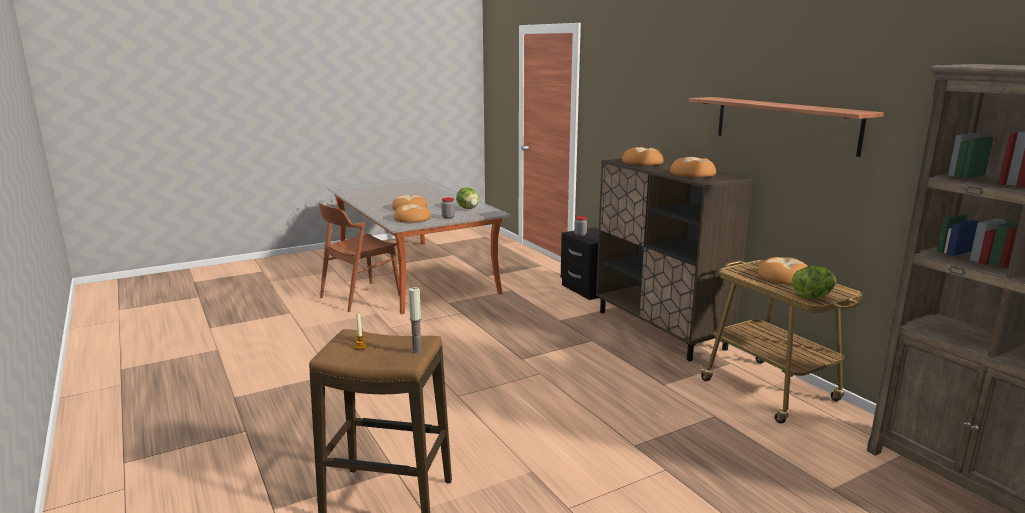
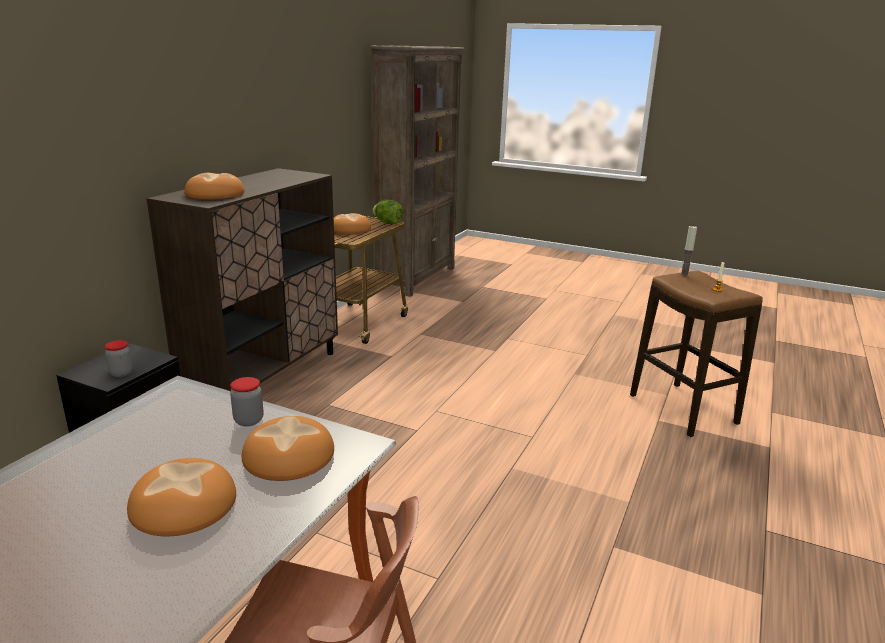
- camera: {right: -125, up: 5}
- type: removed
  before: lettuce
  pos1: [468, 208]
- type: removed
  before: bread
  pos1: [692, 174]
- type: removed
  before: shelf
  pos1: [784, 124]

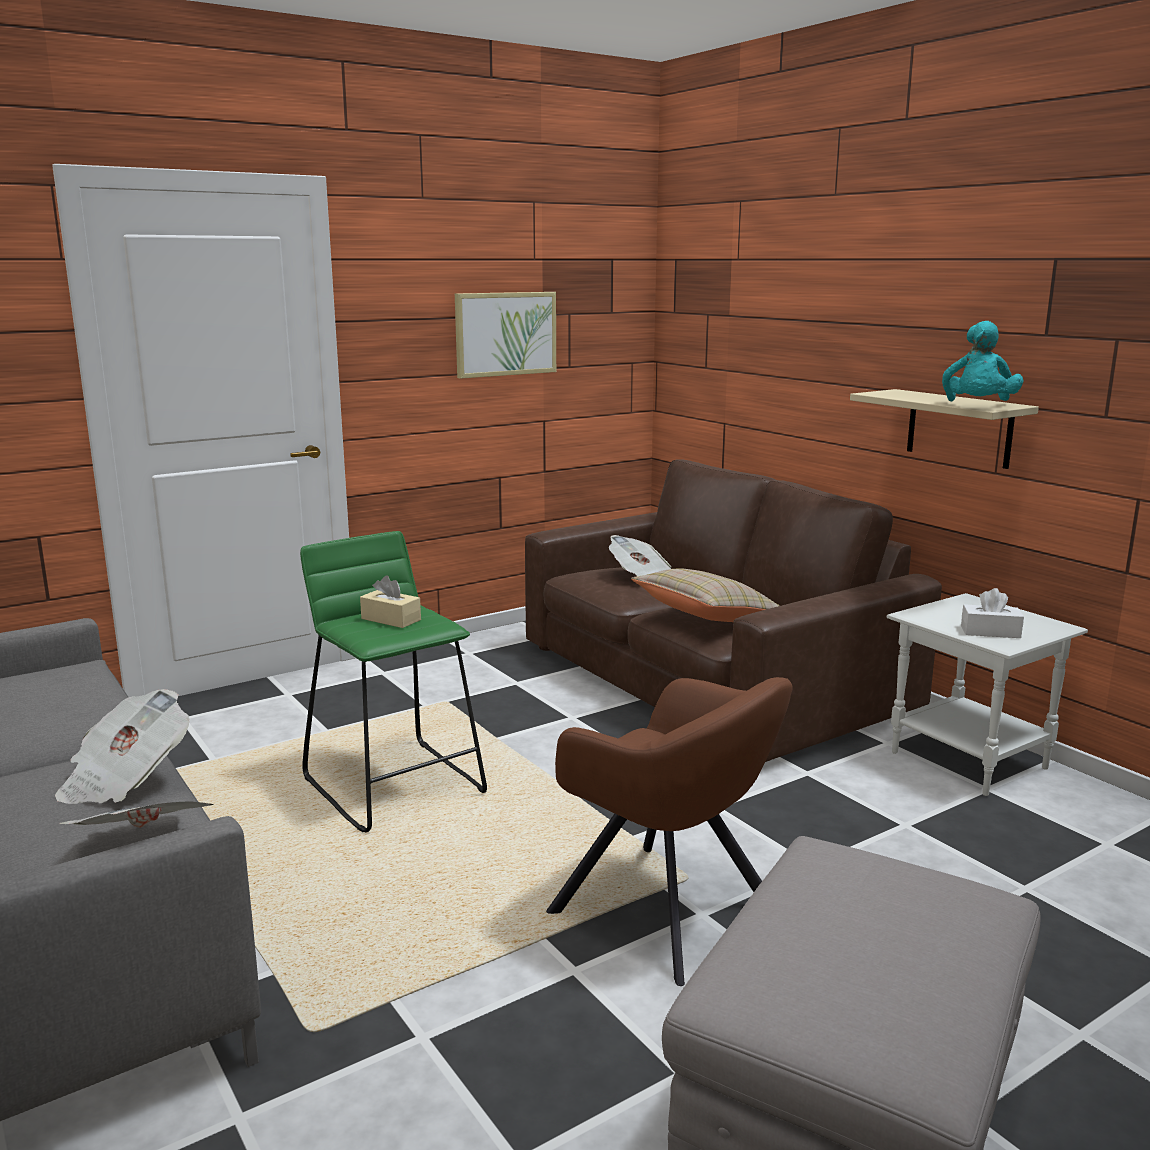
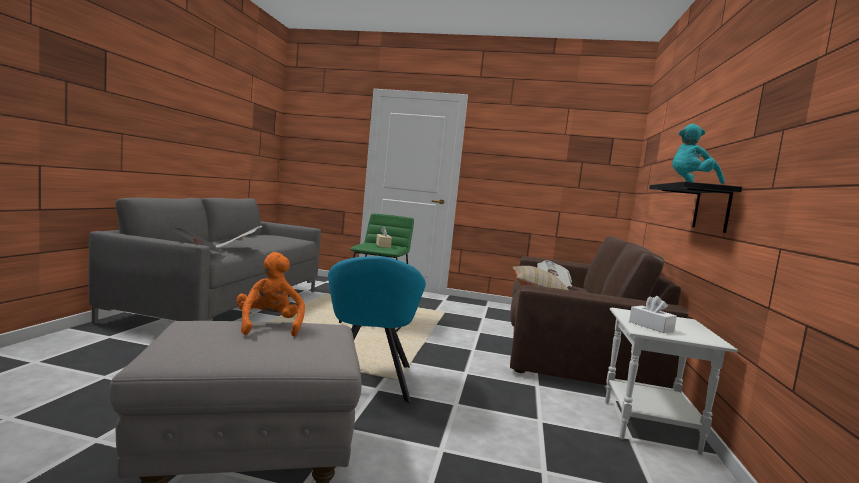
- camera: {right: 45, up: -10}
- type: removed
  before: picture
  pos1: [505, 334]
- type: added
  after: orange plush toy
  pos2: [269, 326]
- type: recoloured
  before: brown armchair
  after: turquoise armchair
  pos1: [669, 912]
  pos2: [368, 382]
- type: recoloured
  before: beige shelf
  after: black shelf
  pos1: [959, 428]
  pos2: [712, 209]

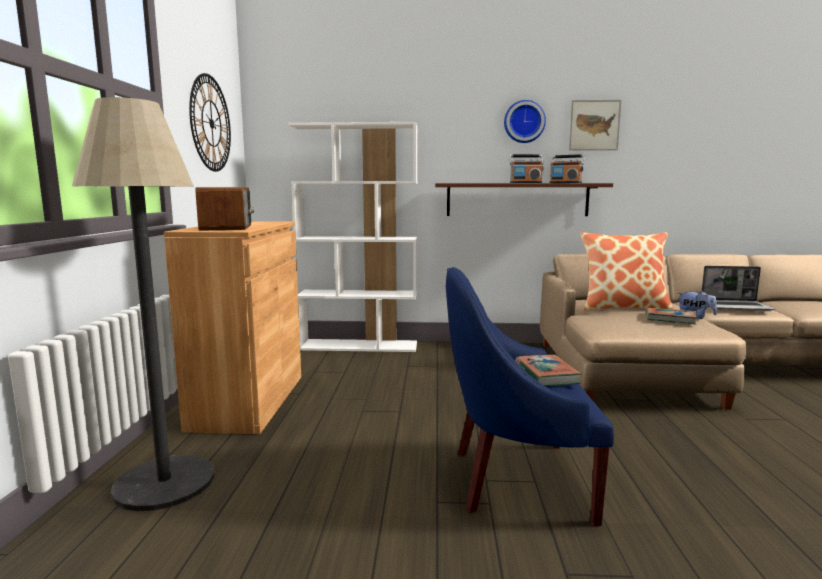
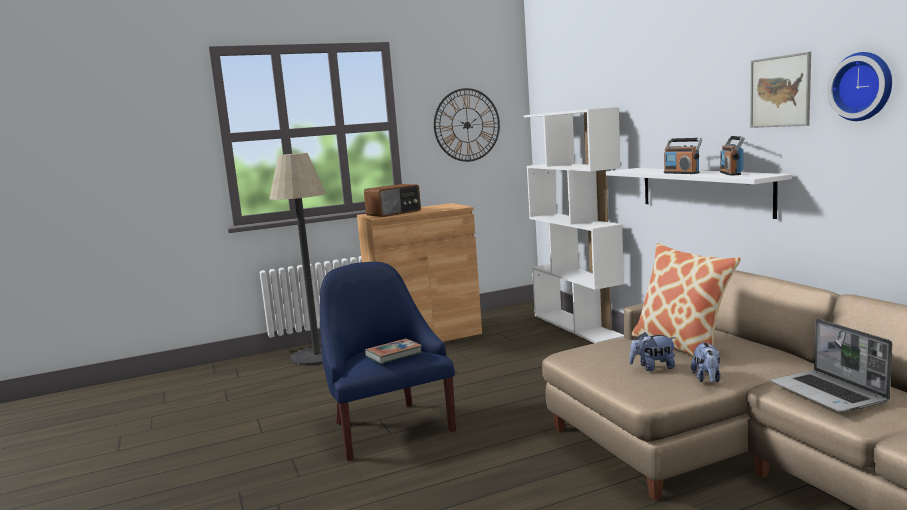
- camera: {right: 65, up: 0}
- type: moved
  before: wall clock
  pos1: [524, 122]
  pos2: [863, 86]
- type: replaced
  before: book
  after: plush toy
  pos1: [670, 319]
  pos2: [653, 367]
- type: recoloured
  before: brown shelf
  after: white shelf
  pos1: [517, 199]
  pos2: [703, 190]

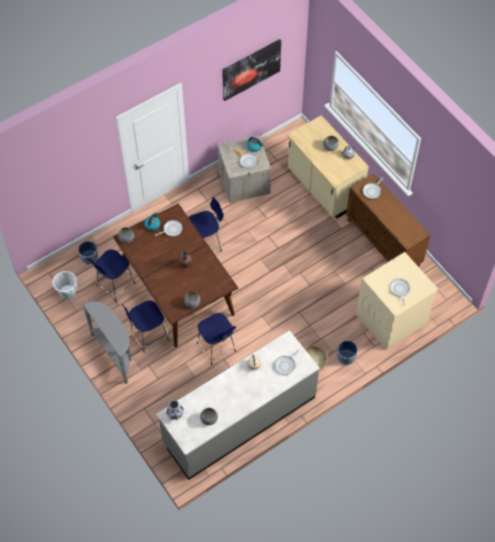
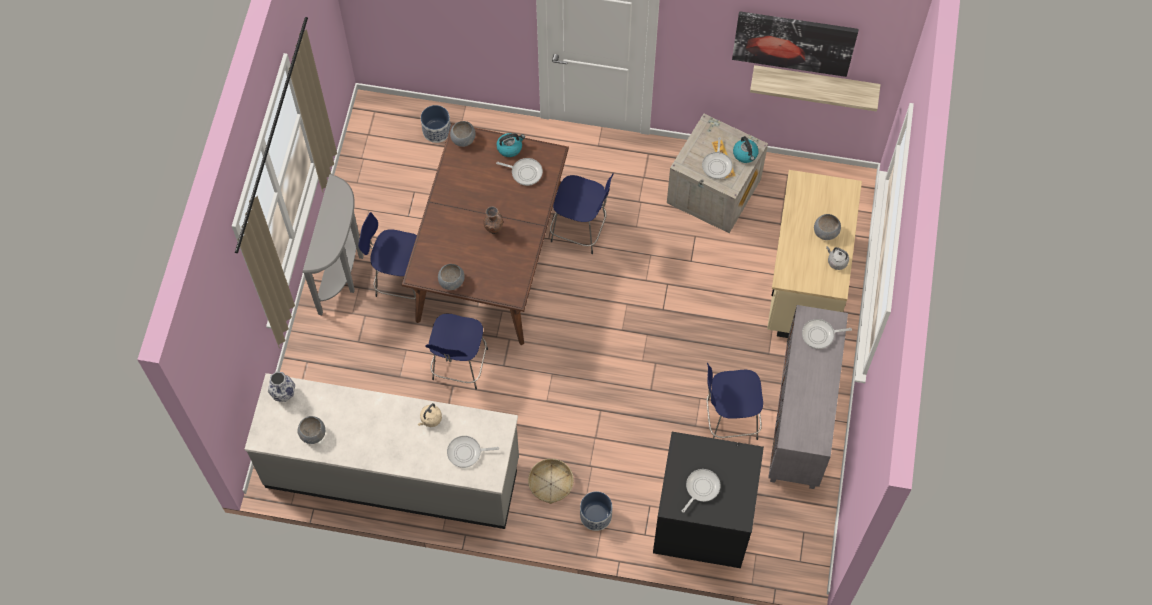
- camera: {right: 45, up: 5}
- type: removed
  before: white bucket
  pos1: [67, 292]
- type: added
  after: shelf
  pos2: [815, 82]
- type: moved
  before: blue stool
  pos1: [114, 285]
  pos2: [729, 419]
- type: recoloured
  before: brown cabinet
  after: grey cabinet
  pos1: [384, 243]
  pos2: [801, 419]
- type: recoloured
  before: beige washing machine
  after: black washing machine
  pos1: [391, 319]
  pos2: [701, 521]

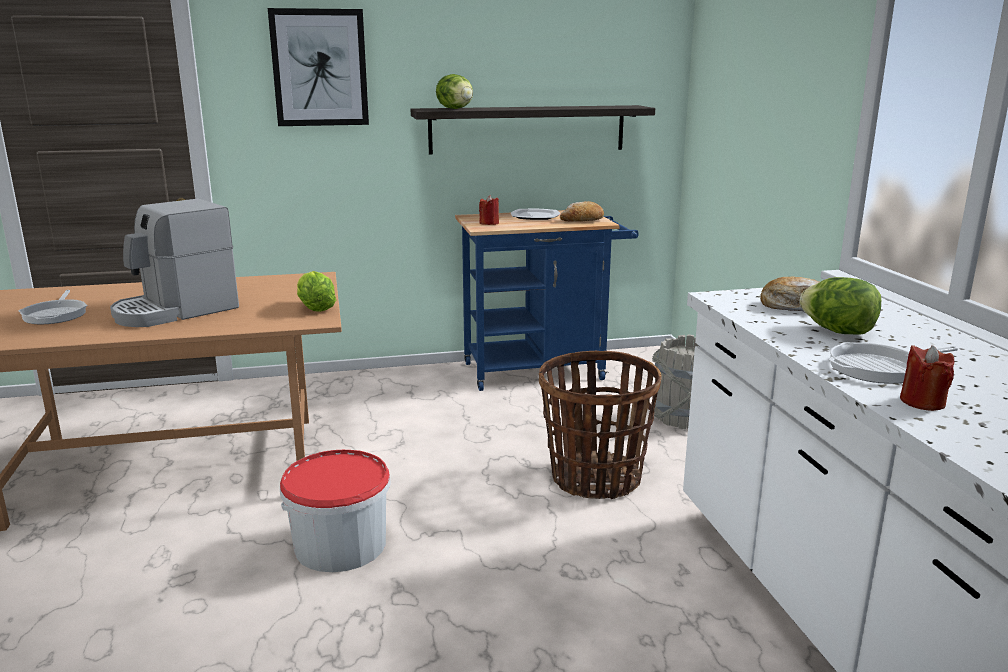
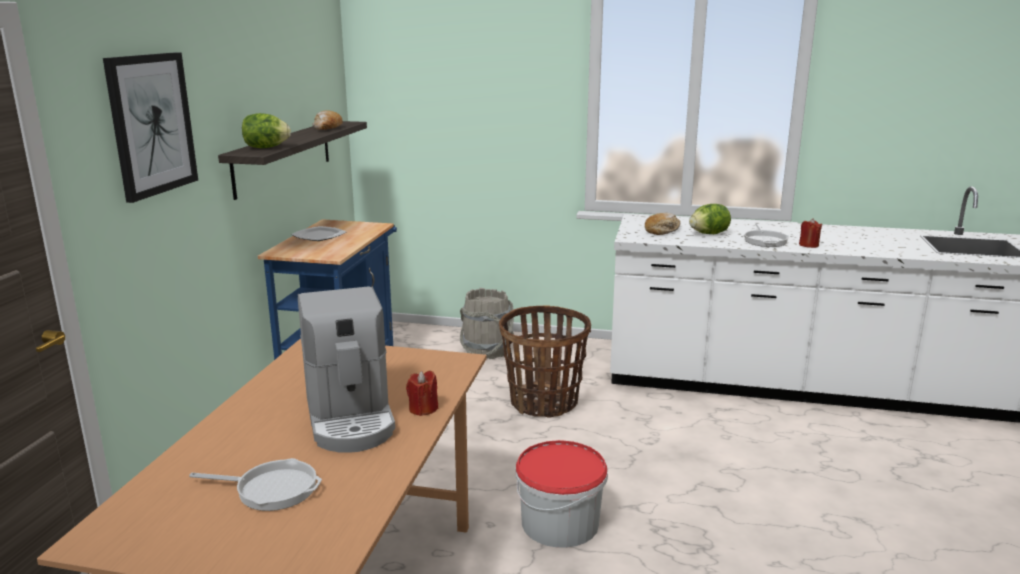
- camera: {right: -65, up: 0}
- type: removed
  before: lettuce
  pos1: [315, 308]
- type: moved
  before: red candle
  pos1: [489, 223]
  pos2: [423, 409]
- type: moved
  before: bread
  pos1: [582, 220]
  pos2: [327, 128]

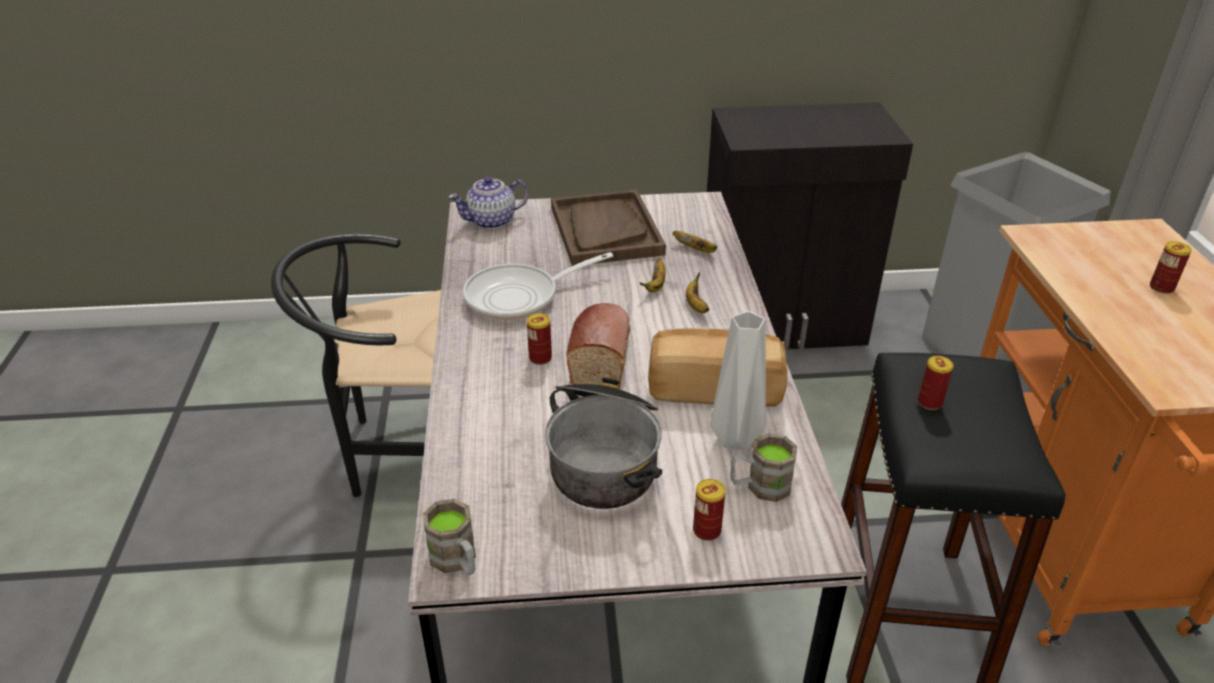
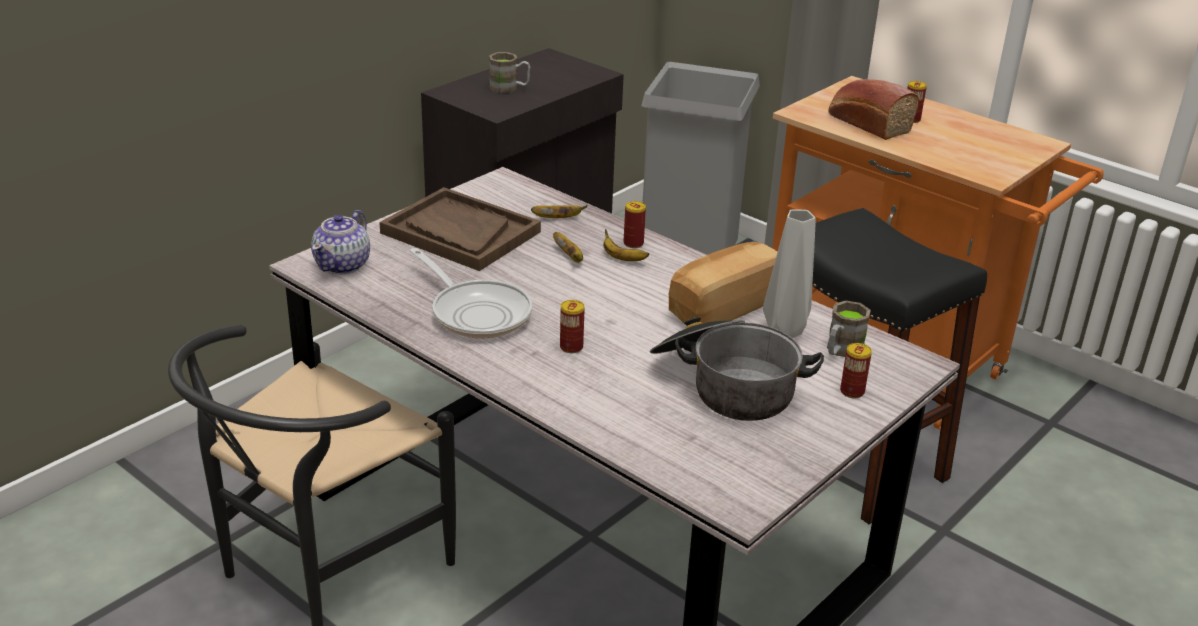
- camera: {right: -45, up: -5}
- type: moved
  before: brown mug
  pos1: [457, 561]
  pos2: [509, 88]
- type: moved
  before: bread
  pos1: [601, 358]
  pos2: [867, 123]
- type: moved
  before: can
  pos1: [930, 402]
  pos2: [633, 243]
- type: turned
  before: frying pan
  pos1: [519, 297]
  pos2: [477, 312]
  turn: -60

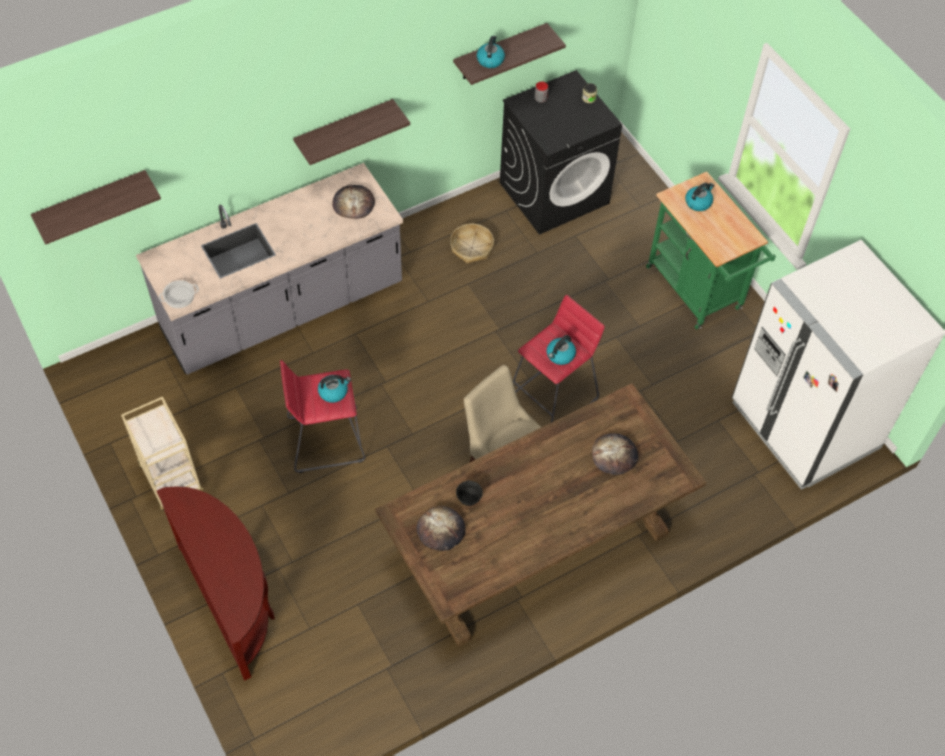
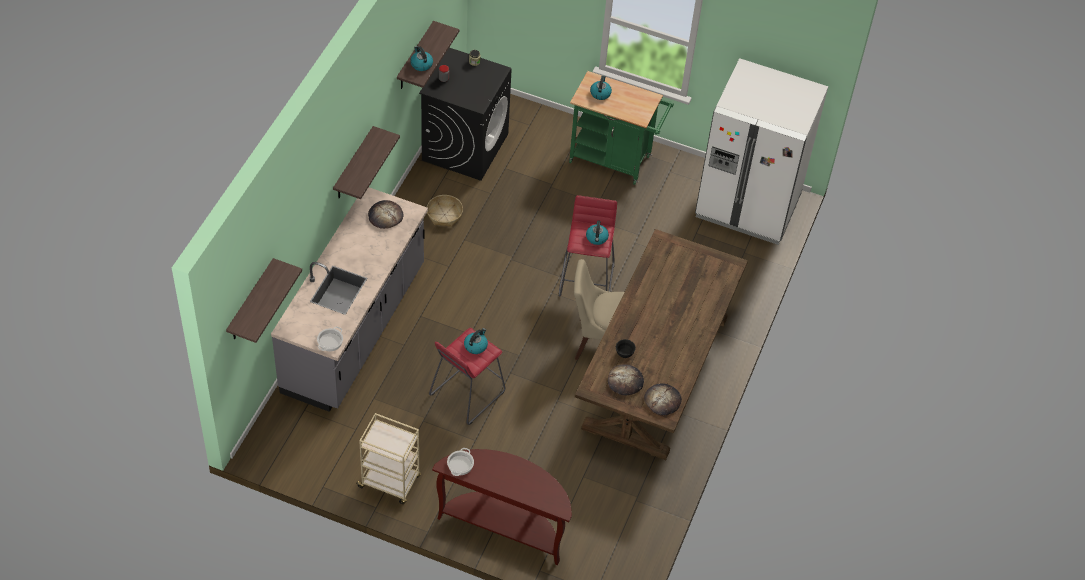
- camera: {right: -40, up: -5}
- type: added
  after: cooking pot
  pos2: [460, 465]
- type: moved
  before: bread
  pos1: [614, 455]
  pos2: [662, 400]

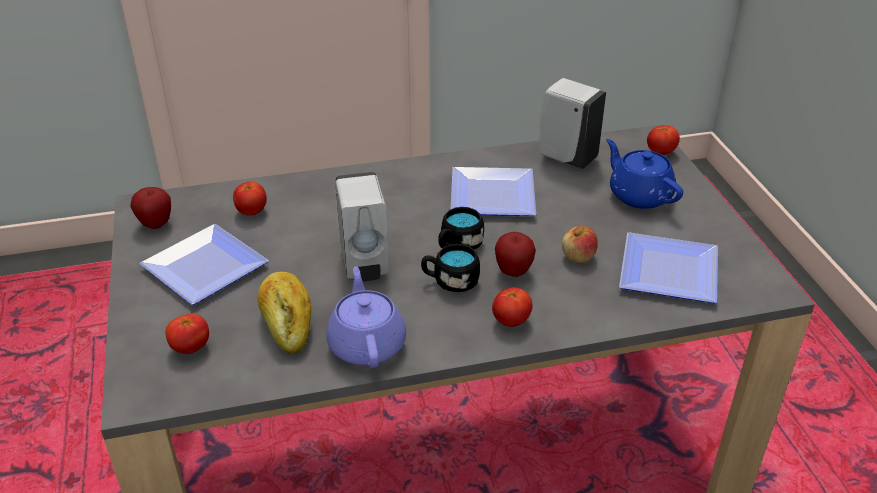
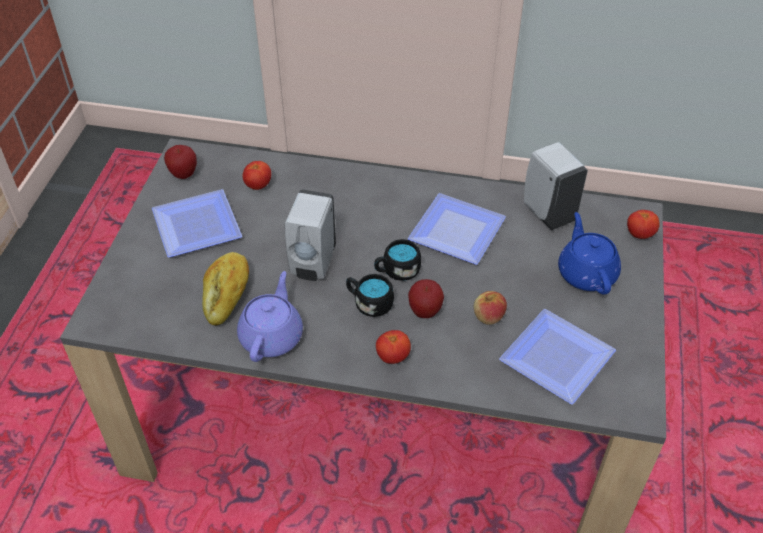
- camera: {right: 25, up: 10}
- type: removed
  before: tomato
  pos1: [190, 348]

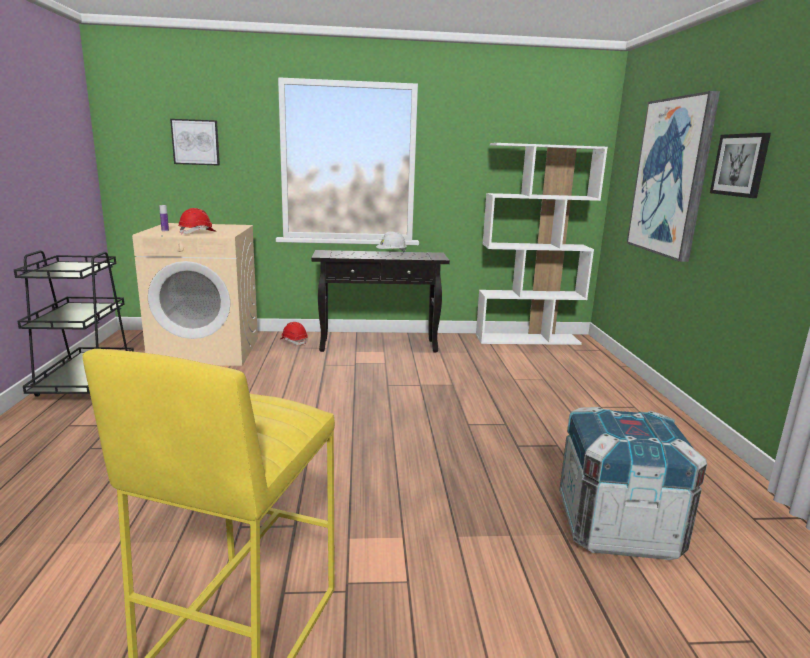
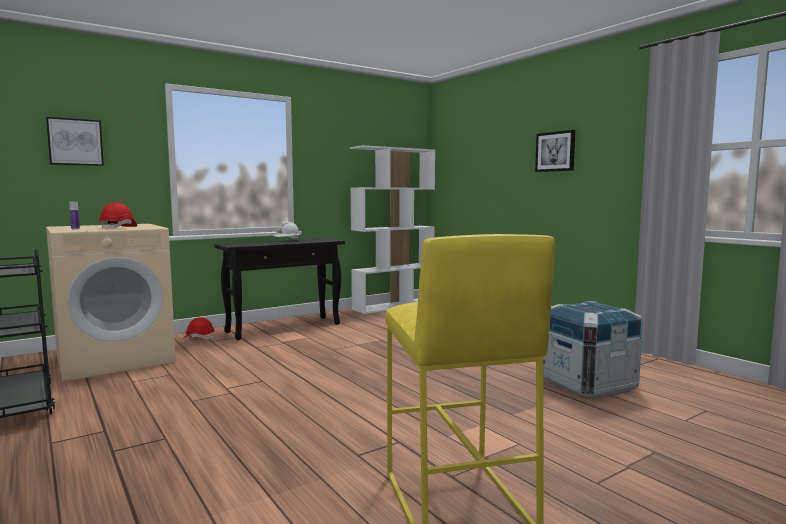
- camera: {right: -30, up: -10}
- type: removed
  before: picture
  pos1: [671, 177]

